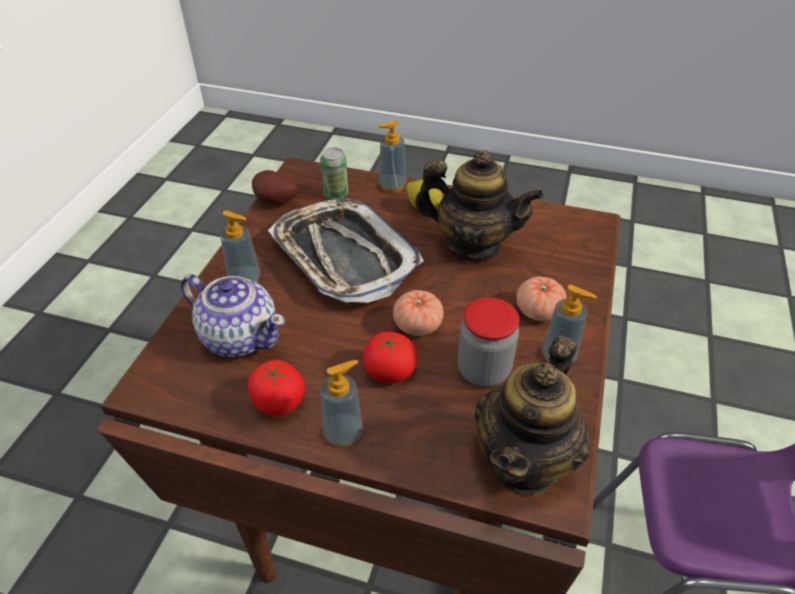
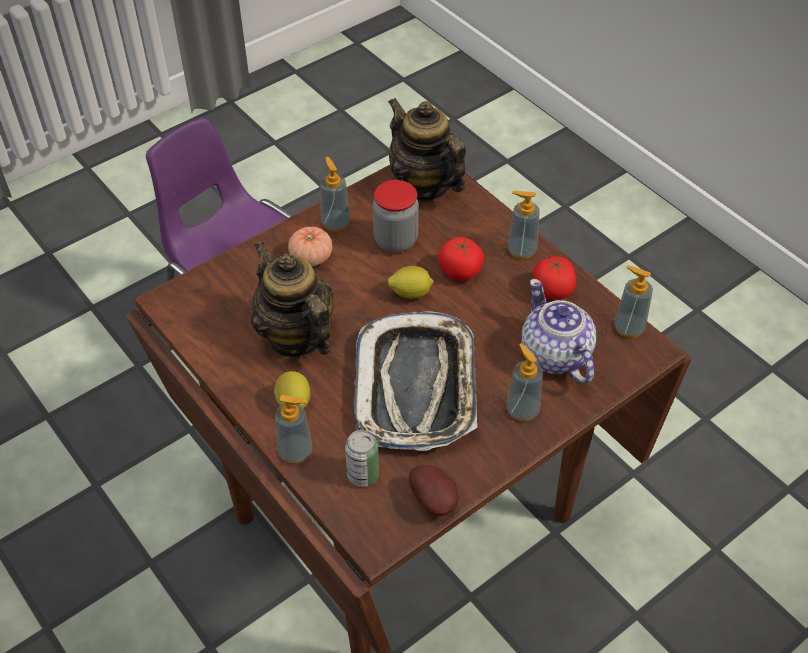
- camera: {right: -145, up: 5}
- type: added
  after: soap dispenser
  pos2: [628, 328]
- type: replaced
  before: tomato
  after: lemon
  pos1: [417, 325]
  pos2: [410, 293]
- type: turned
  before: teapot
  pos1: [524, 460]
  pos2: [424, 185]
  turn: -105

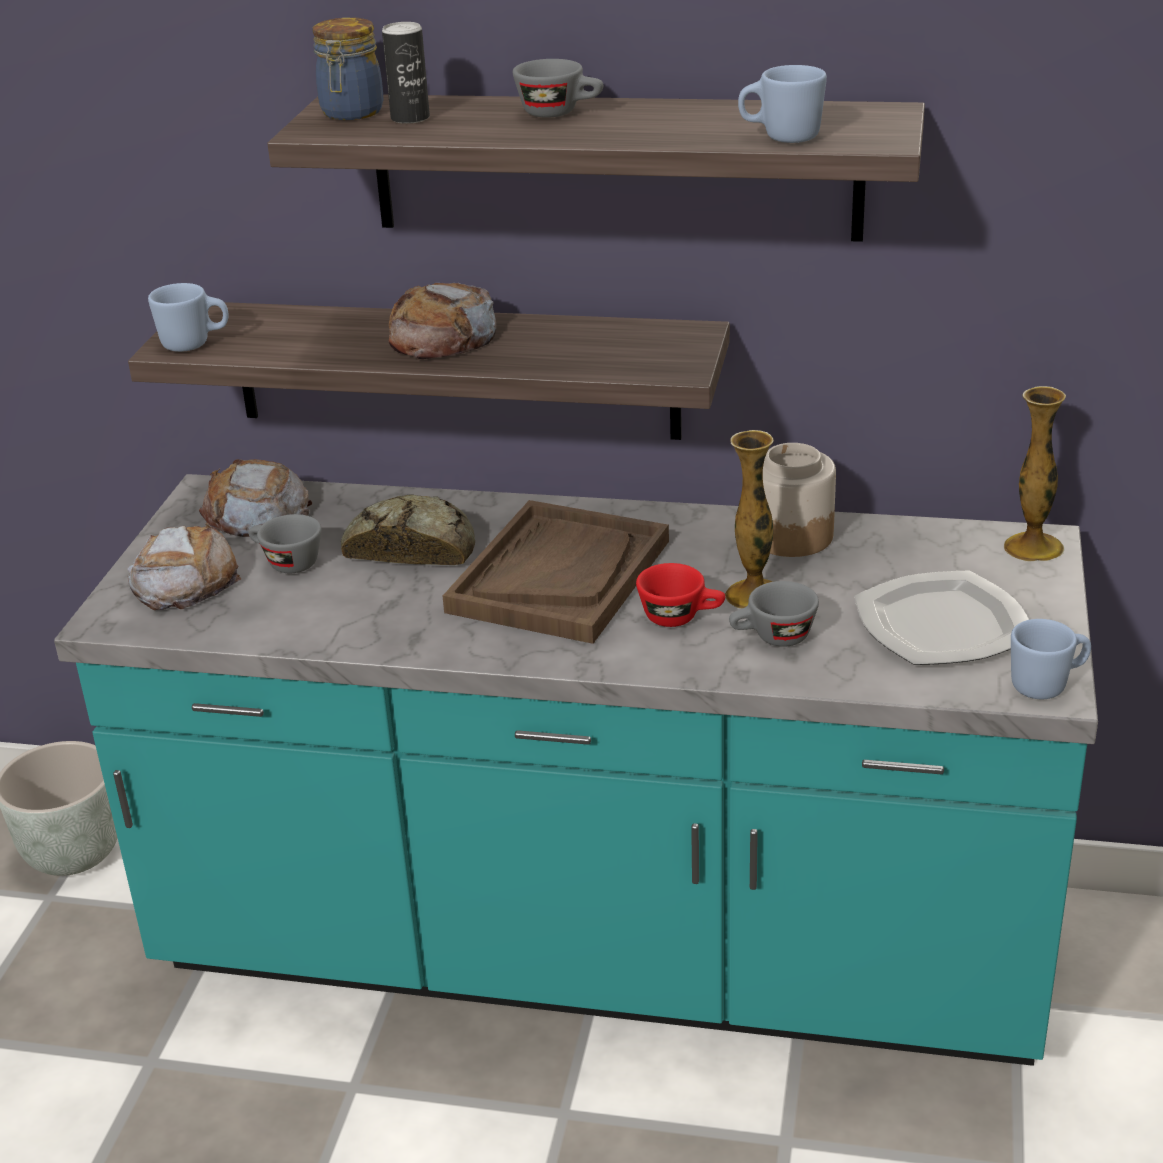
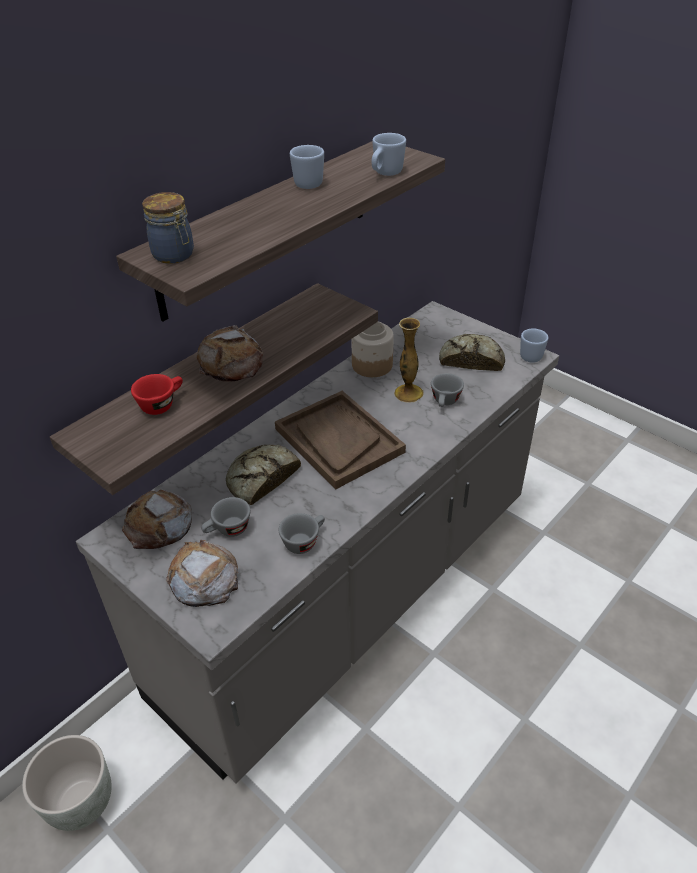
- camera: {right: -60, up: 10}
- type: removed
  before: can
  pos1: [410, 118]
- type: removed
  before: vase
  pos1: [1033, 547]
- type: moved
  before: blue mug
  pos1: [195, 344]
  pos2: [311, 182]
- type: moved
  before: grey cup
  pos1: [560, 113]
  pos2: [304, 541]
- type: moved
  before: red cup
  pos1: [681, 617]
  pos2: [162, 404]
- type: replaced
  before: plate
  after: bread
  pos1: [940, 624]
  pos2: [471, 359]
- type: recoloured
  before: turquoise counter
  after: grey counter
  pos1: [600, 953]
  pos2: [351, 596]

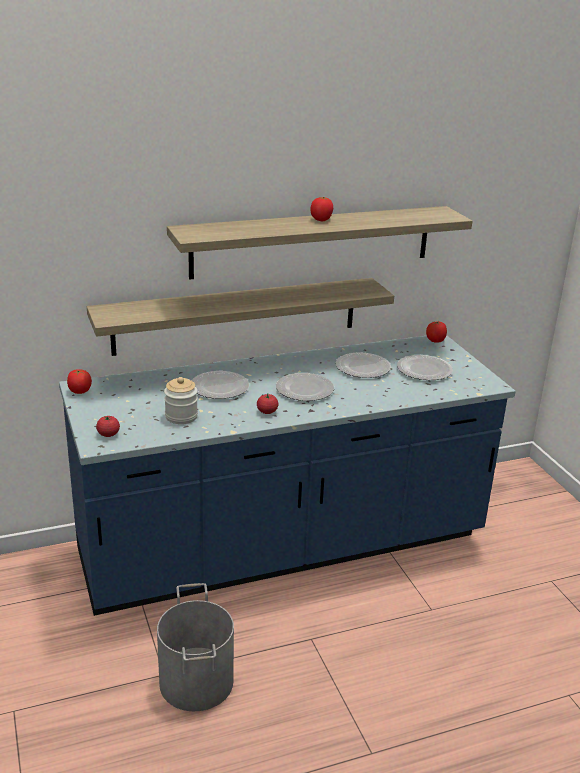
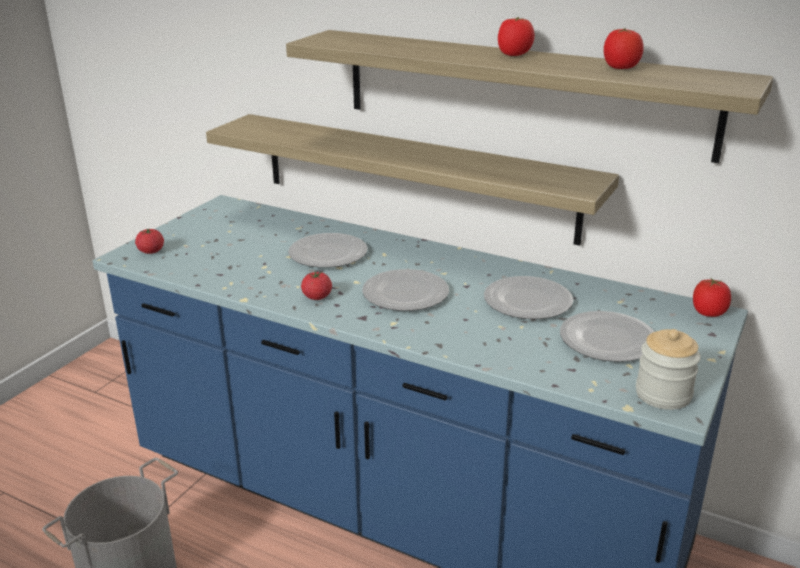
- camera: {right: 50, up: 0}
- type: moved
  before: tomato
  pos1: [80, 391]
  pos2: [620, 68]
- type: moved
  before: jar
  pos1: [181, 416]
  pos2: [663, 394]

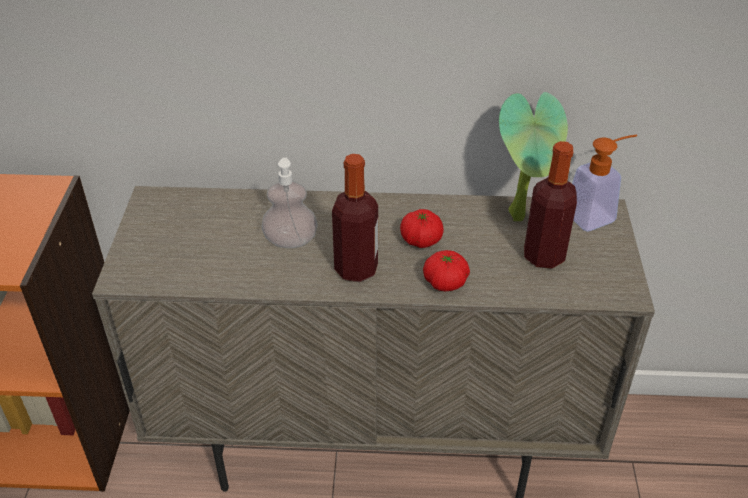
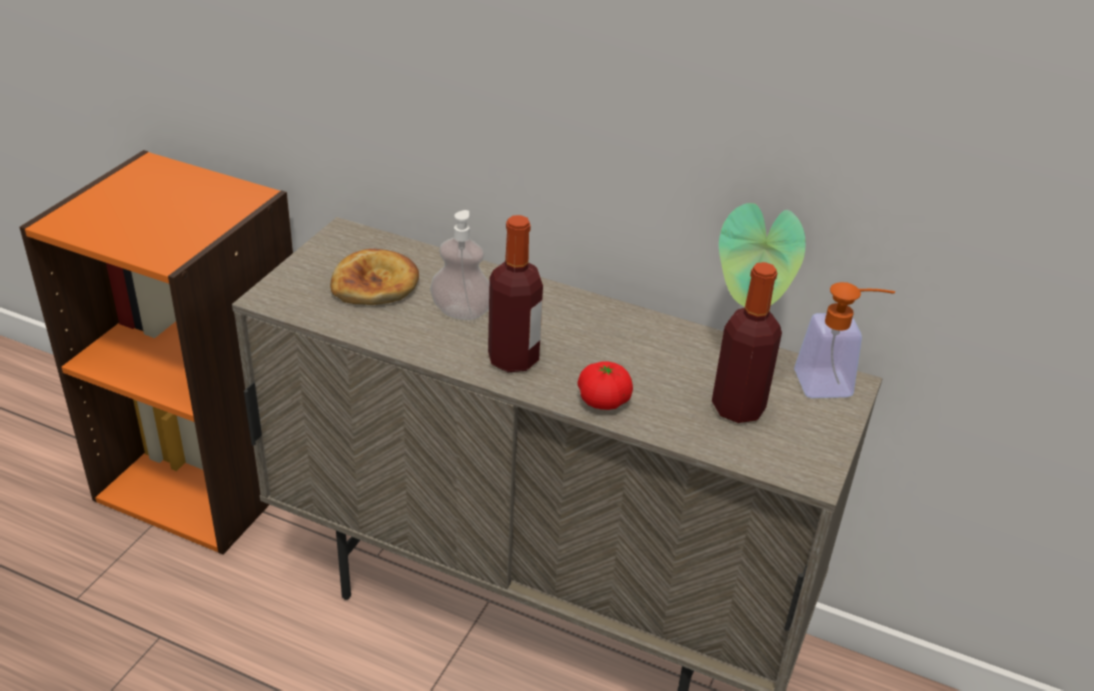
- camera: {right: 20, up: -5}
- type: removed
  before: tomato
  pos1: [421, 240]
- type: added
  after: bread
  pos2: [375, 283]

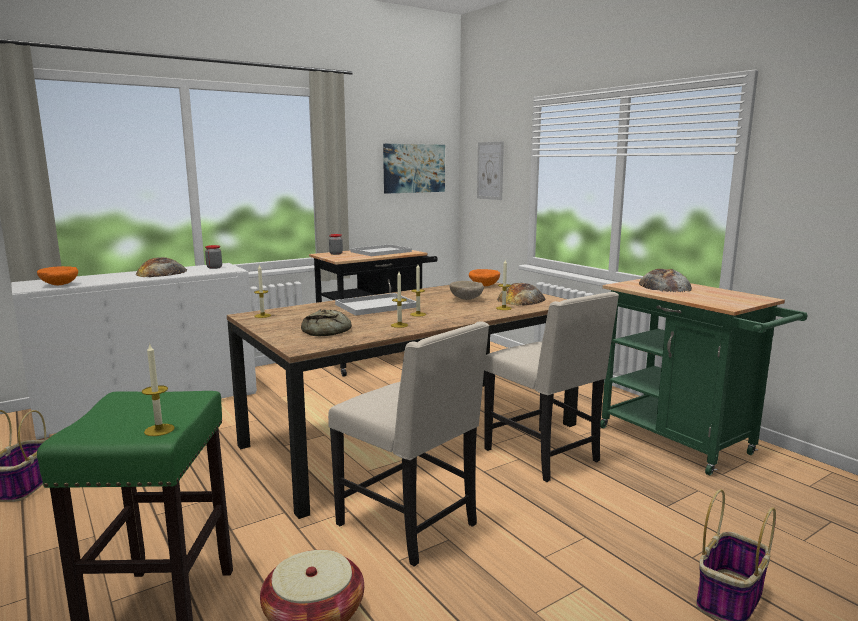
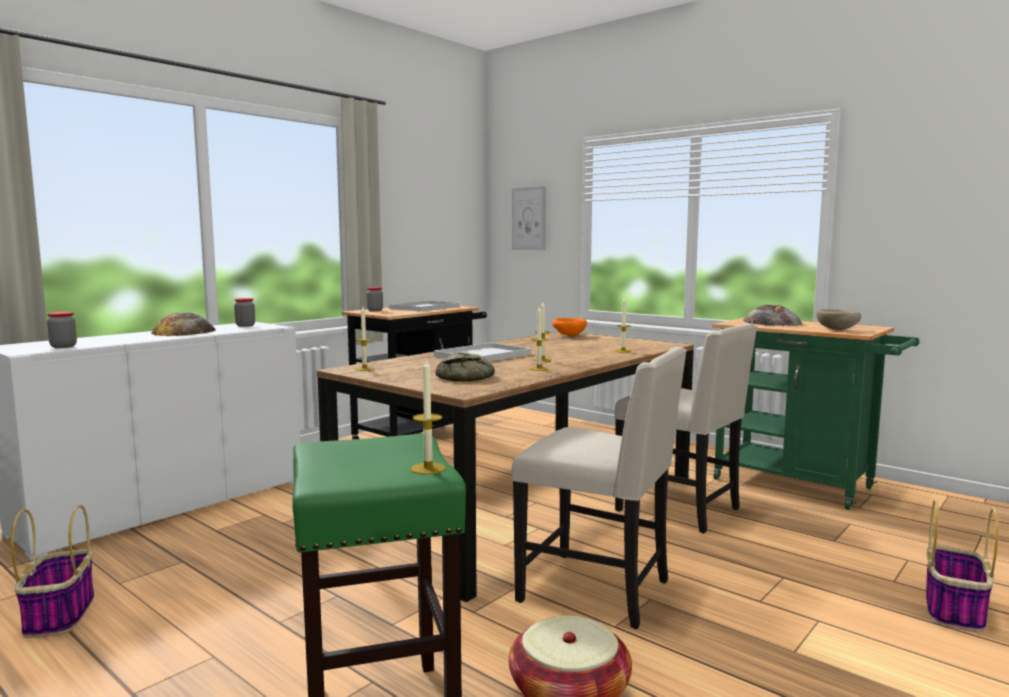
- camera: {right: -15, up: -5}
- type: removed
  before: picture
  pos1: [414, 168]
- type: removed
  before: bread
  pos1: [521, 299]
- type: moved
  before: beige bowl
  pos1: [466, 299]
  pos2: [838, 330]
- type: replaced
  before: orange bowl
  after: jar
  pos1: [59, 285]
  pos2: [63, 346]

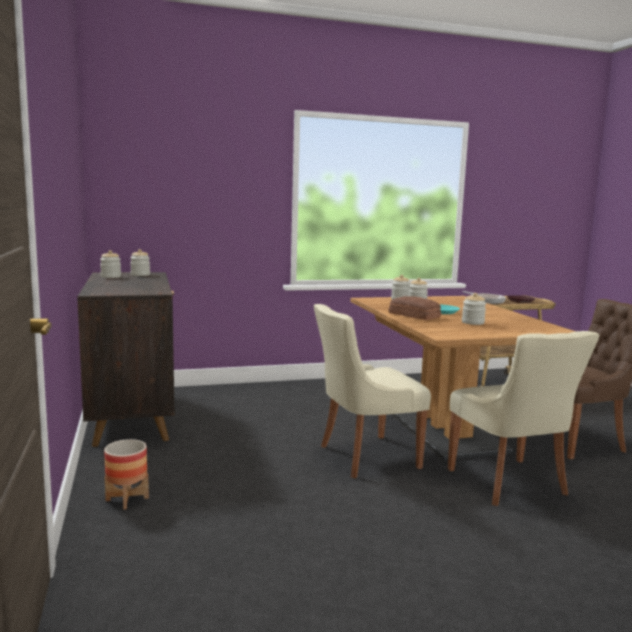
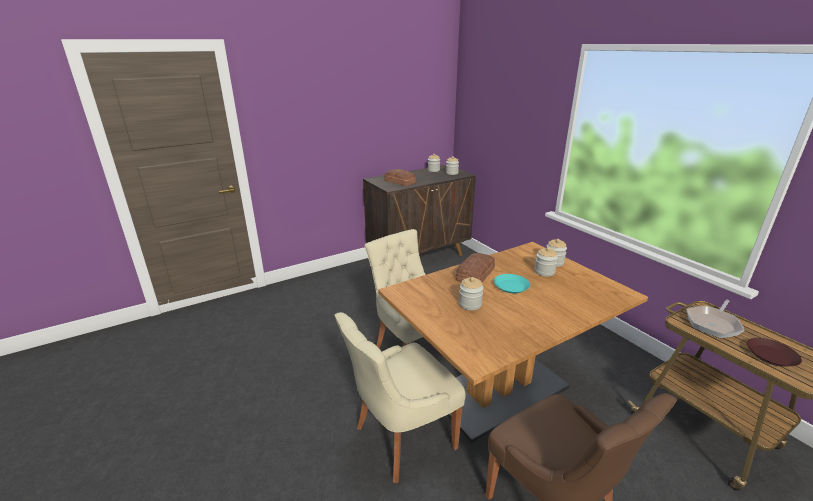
- camera: {right: 75, up: 15}
- type: removed
  before: planter
  pos1: [127, 499]
- type: added
  after: bread
  pos2: [400, 182]

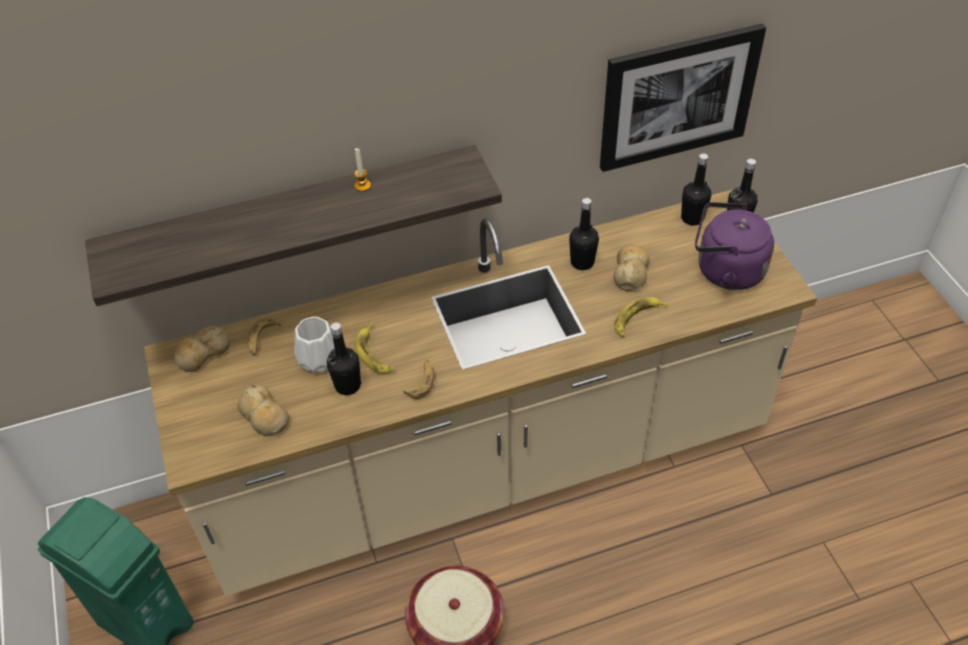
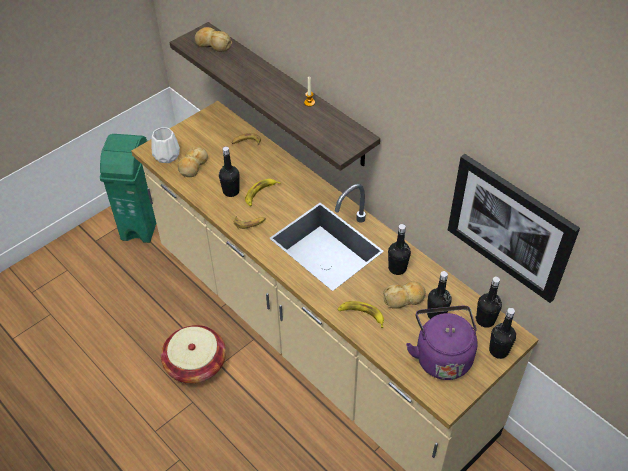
- camera: {right: 65, up: 0}
- type: added
  after: black bottle
  pos2: [436, 314]
- type: moved
  before: bread
  pos1: [202, 354]
  pos2: [213, 44]
- type: moved
  before: white vase
  pos1: [317, 360]
  pos2: [166, 155]

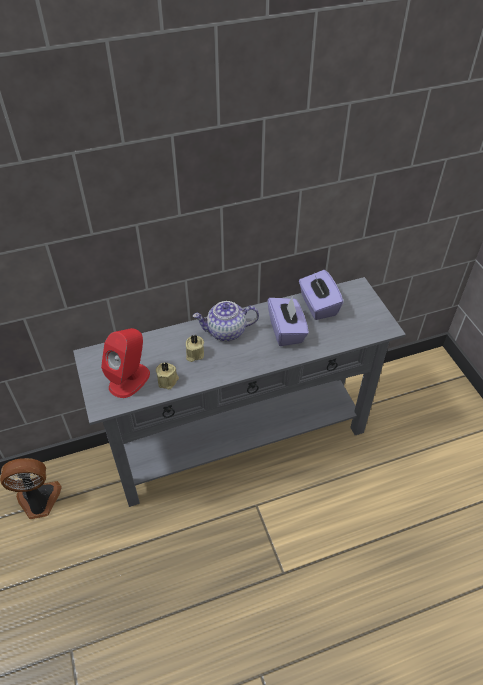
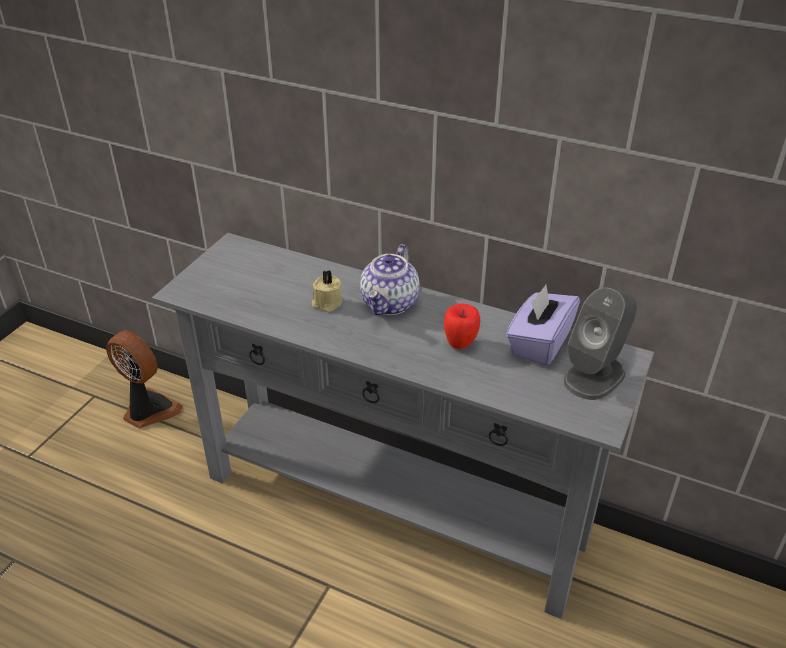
- camera: {right: 45, up: -10}
- type: removed
  before: red speaker
  pos1: [129, 379]
- type: removed
  before: beige candle
  pos1: [168, 381]
- type: added
  after: grey speaker
  pos2: [595, 376]
- type: replaced
  before: purple tissue box
  after: apple
  pos1: [286, 331]
  pos2: [460, 344]
- type: turned
  before: teapot
  pos1: [226, 332]
  pos2: [390, 304]
  turn: -105

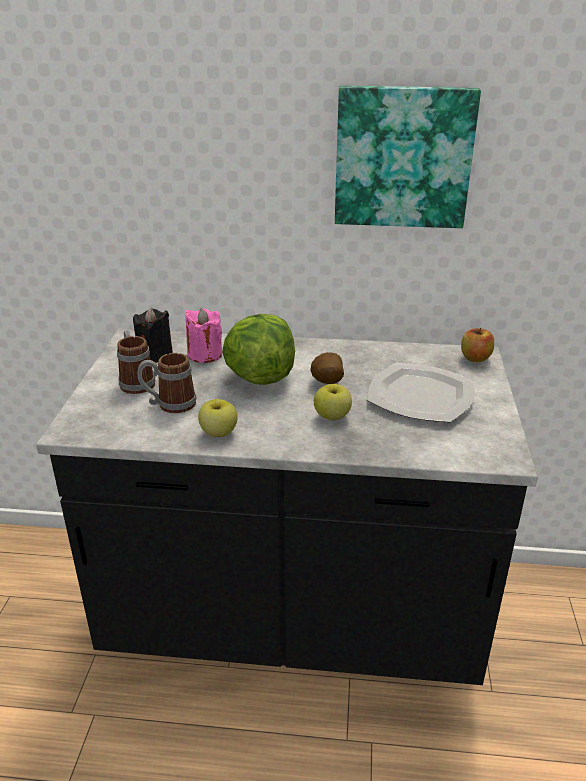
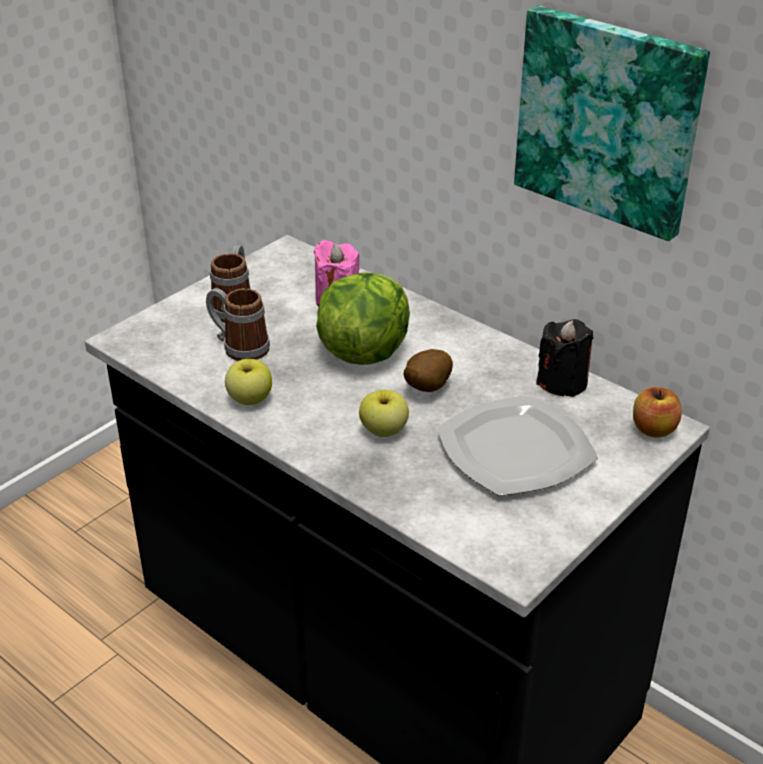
- camera: {right: 35, up: 5}
- type: moved
  before: black candle
  pos1: [155, 355]
  pos2: [562, 382]

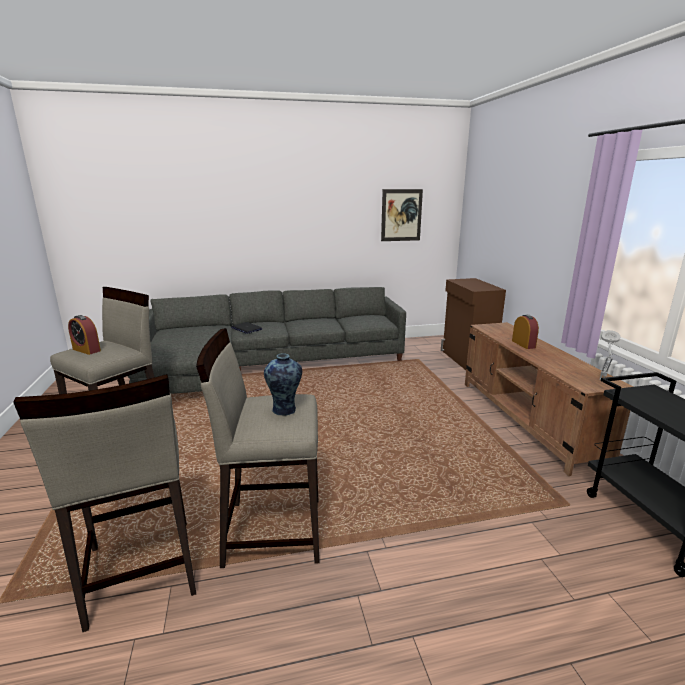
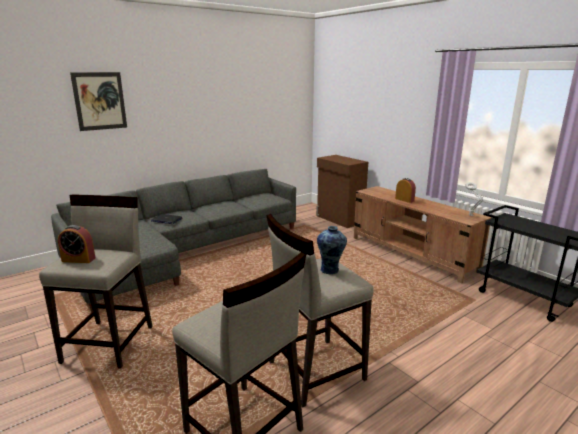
- camera: {right: -25, up: 0}
- type: moved
  before: picture
  pos1: [401, 215]
  pos2: [100, 101]

